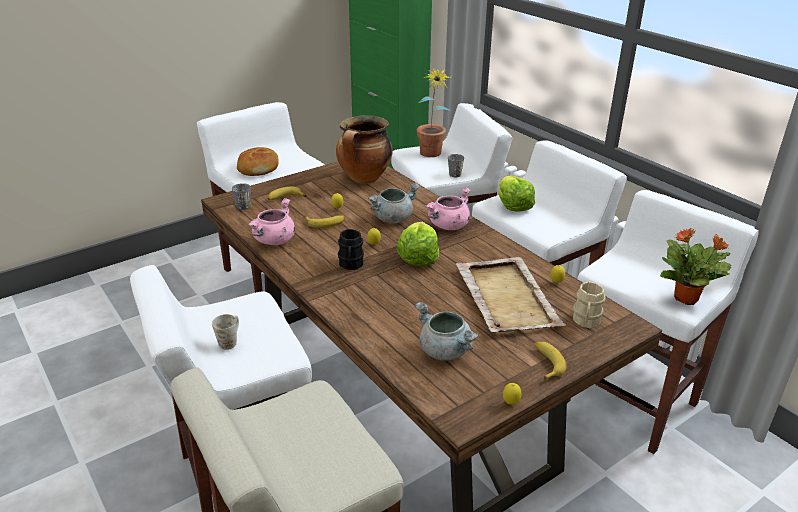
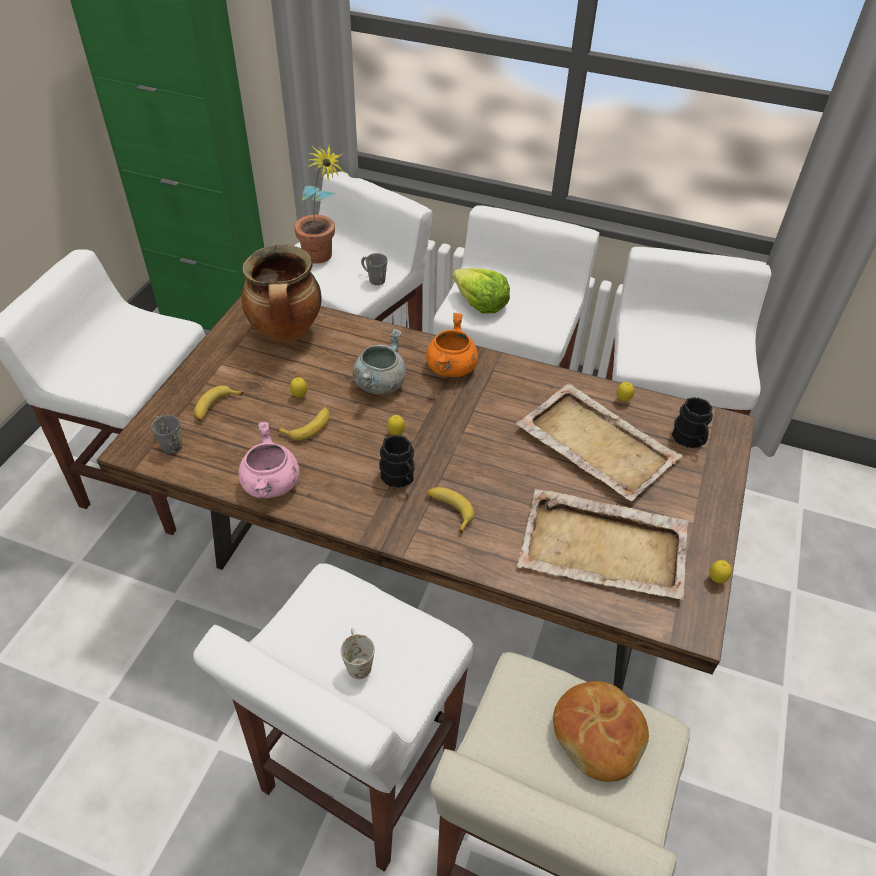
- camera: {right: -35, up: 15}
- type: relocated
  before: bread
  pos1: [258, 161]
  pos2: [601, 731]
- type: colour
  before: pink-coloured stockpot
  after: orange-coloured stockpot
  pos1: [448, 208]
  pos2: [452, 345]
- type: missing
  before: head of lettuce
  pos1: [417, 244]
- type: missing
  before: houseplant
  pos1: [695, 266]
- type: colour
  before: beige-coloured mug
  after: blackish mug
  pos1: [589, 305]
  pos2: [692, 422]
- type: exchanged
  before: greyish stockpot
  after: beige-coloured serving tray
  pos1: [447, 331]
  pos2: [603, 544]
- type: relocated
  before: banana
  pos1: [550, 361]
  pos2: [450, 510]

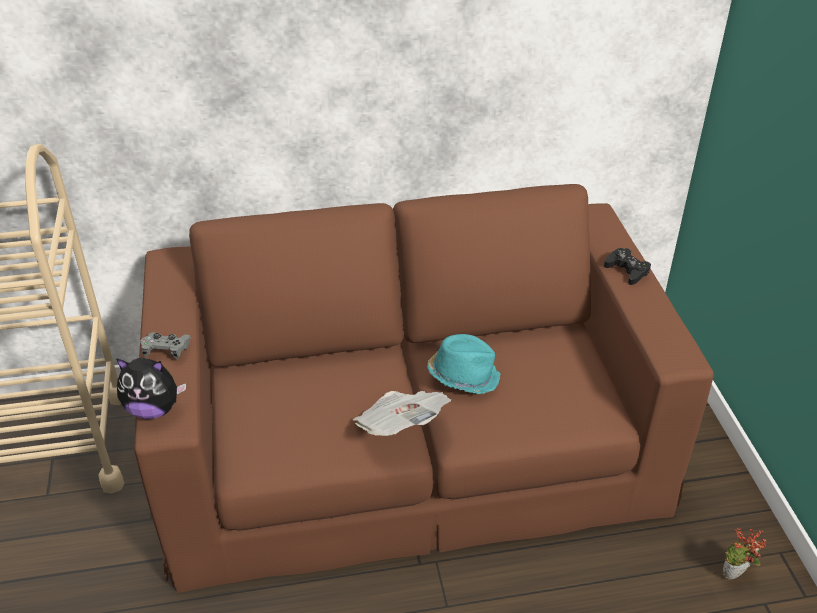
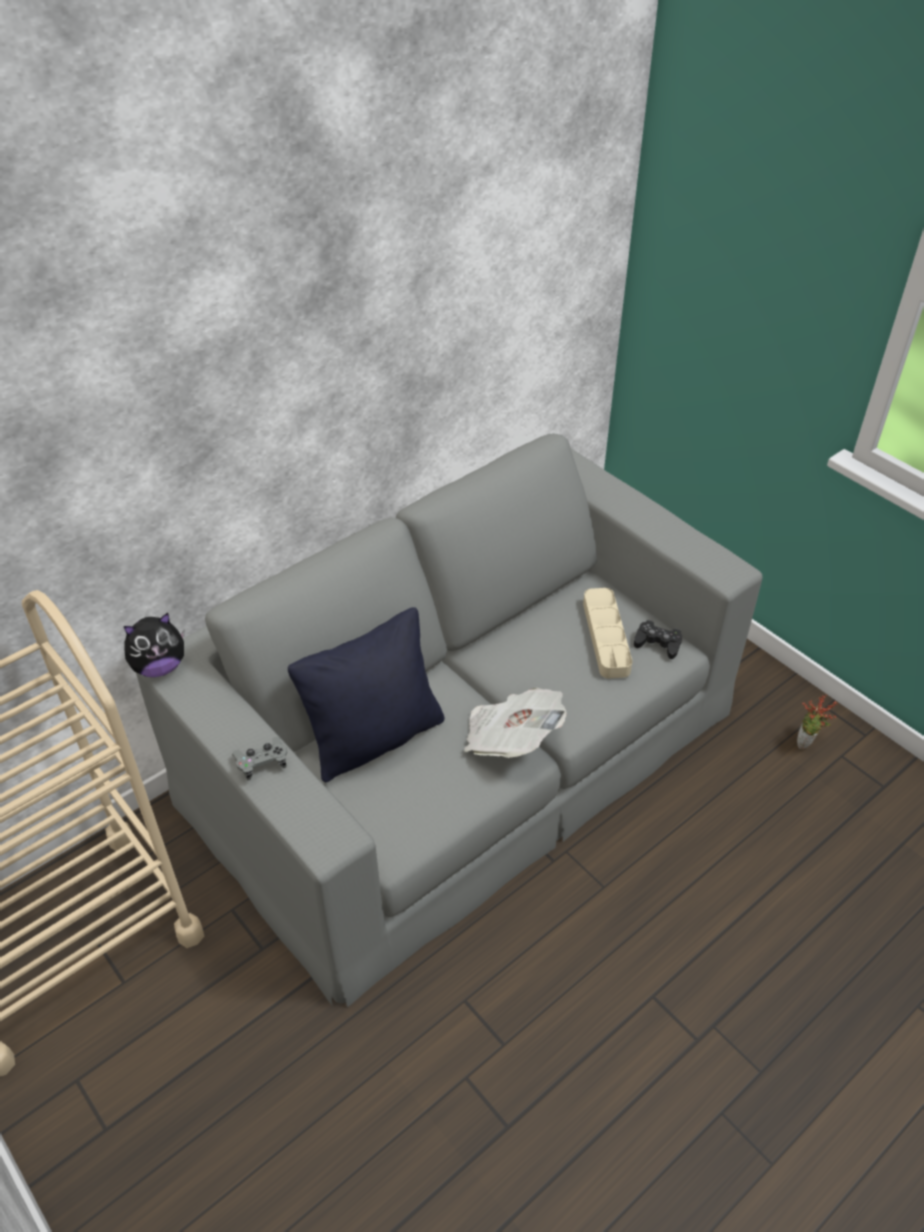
- camera: {right: -30, up: 5}
- type: colour
  before: brown settee
  after: greyish settee
  pos1: [424, 388]
  pos2: [449, 720]
- type: relocated
  before: blackish joypad
  pos1: [627, 266]
  pos2: [658, 639]
- type: missing
  before: turquoise clothing hat
  pos1: [464, 364]
- type: relocated
  before: cuddly toy
  pos1: [151, 388]
  pos2: [154, 645]
- type: appeared
  after: beige-coloured serving tray
  pos2: [607, 633]
- type: appeared
  after: blackish pillow
  pos2: [366, 694]

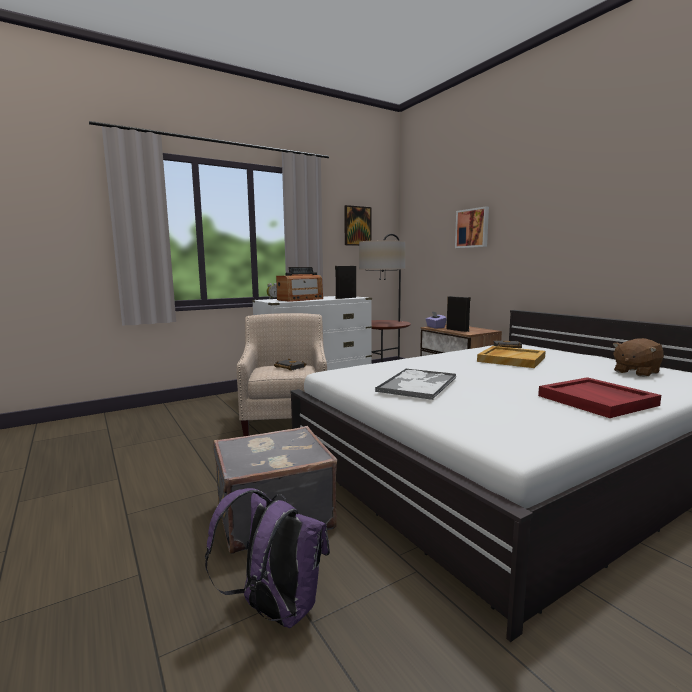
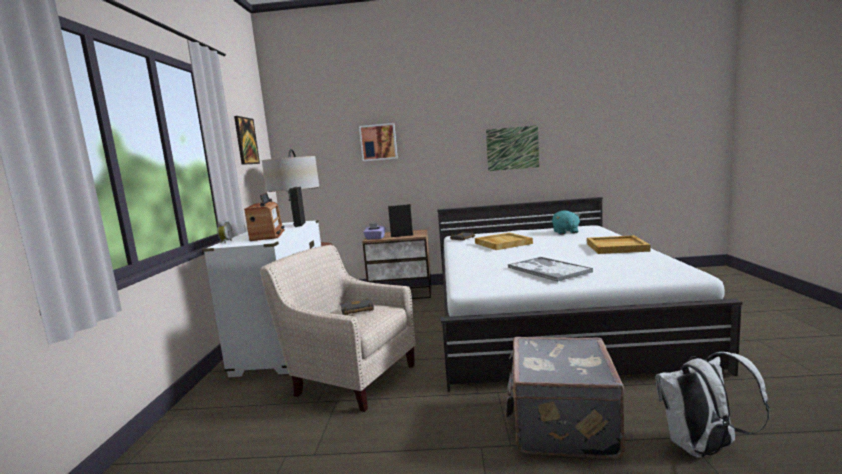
- camera: {right: -55, up: 0}
- type: colour
  before: brown cuddly toy
  after: turquoise cuddly toy
  pos1: [638, 357]
  pos2: [566, 222]
- type: colour
  before: reddish serving tray
  after: beige-coloured serving tray
  pos1: [599, 397]
  pos2: [618, 244]
- type: colour
  before: purple-coloured rucksack
  after: white rucksack
  pos1: [267, 558]
  pos2: [712, 405]
- type: appeared
  after: wall picture
  pos2: [512, 148]

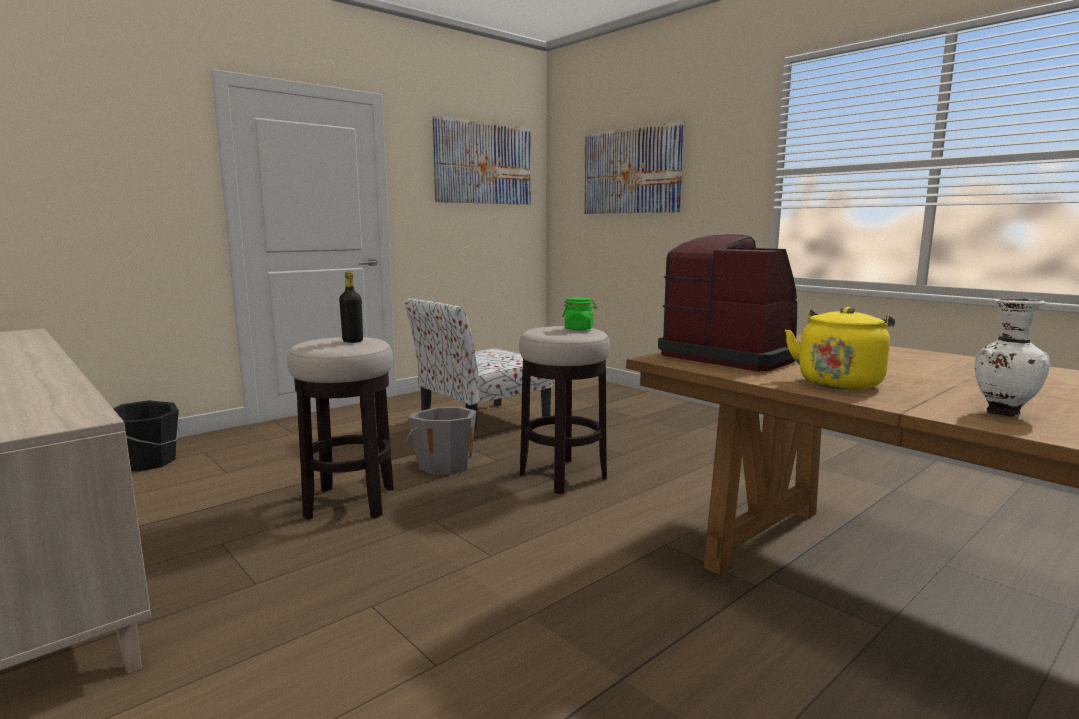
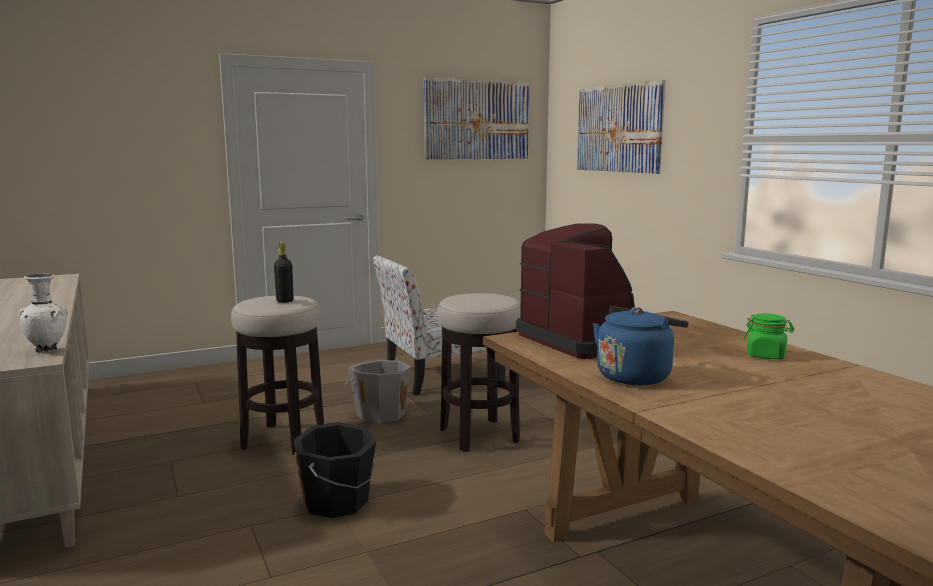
- camera: {right: 15, up: 0}
- type: relocated
  before: greenish jar
  pos1: [579, 313]
  pos2: [769, 336]
- type: relocated
  before: white decorative vase
  pos1: [1012, 357]
  pos2: [43, 313]
- type: colour
  before: yellowish tea kettle
  after: blue-coloured tea kettle
  pos1: [840, 348]
  pos2: [641, 345]
- type: relocated
  before: blackish bucket
  pos1: [147, 436]
  pos2: [335, 470]

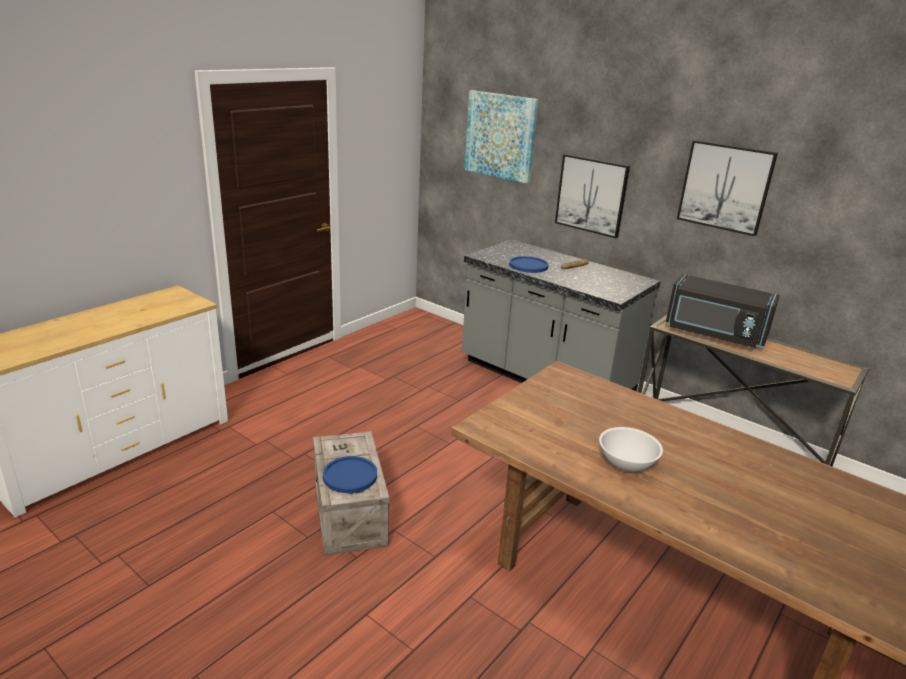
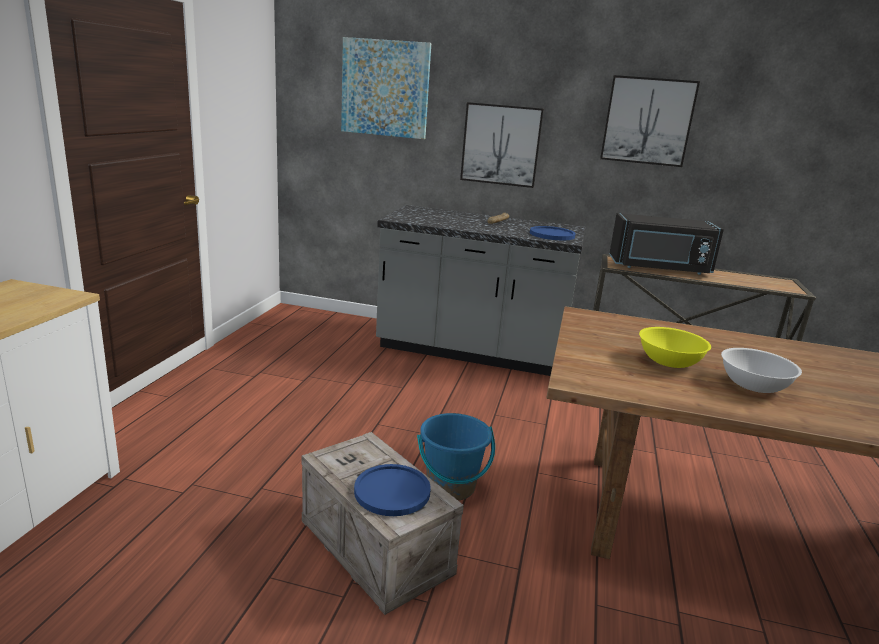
- camera: {right: -25, up: -5}
- type: relocated
  before: blue-coloured flat dish
  pos1: [529, 264]
  pos2: [553, 233]
- type: appeared
  after: yellowish deep dish
  pos2: [675, 347]
- type: appeared
  after: blue-coloured bucket
  pos2: [456, 457]

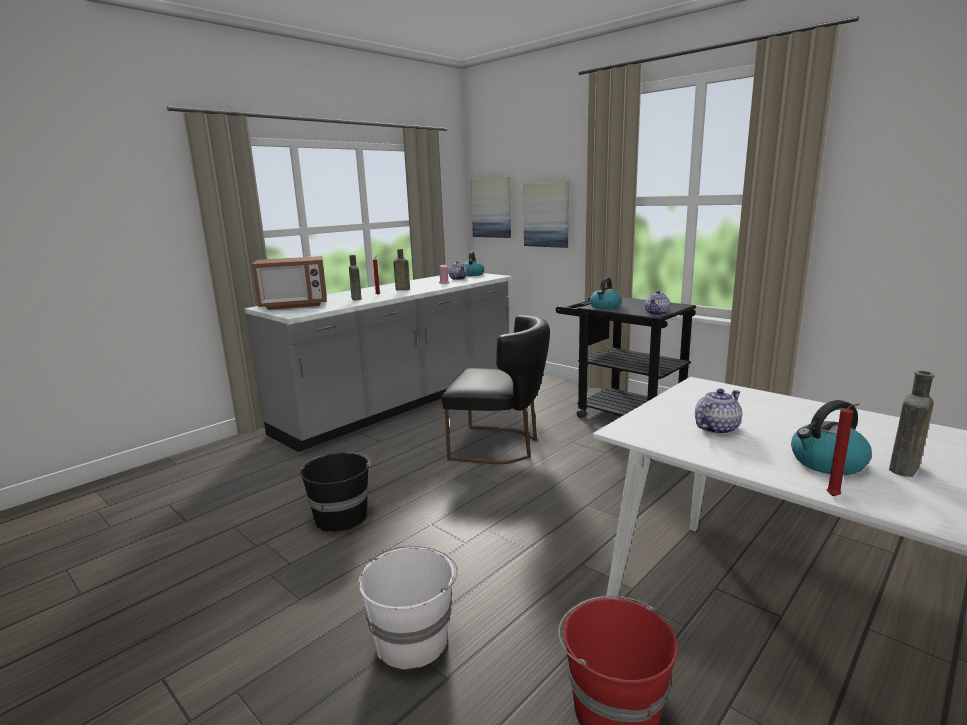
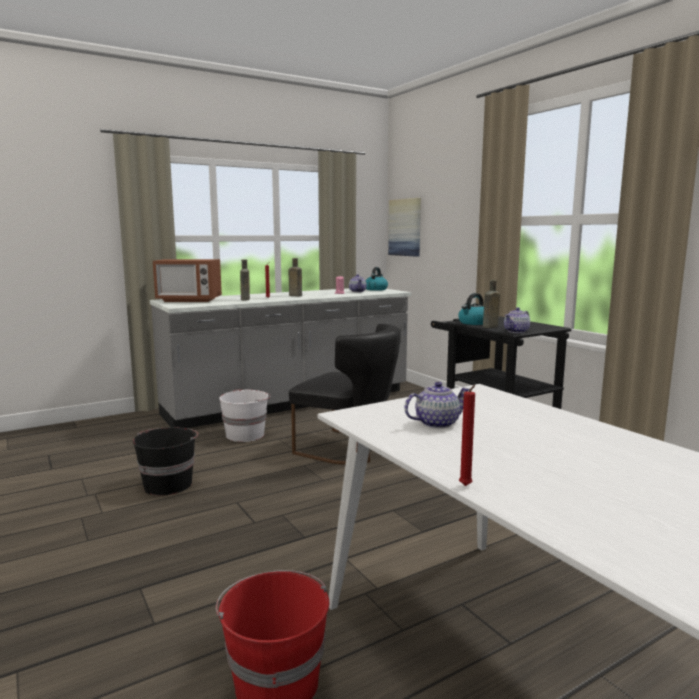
- camera: {right: 15, up: -5}
- type: missing
  before: wall picture
  pos1: [546, 215]
- type: relocated
  before: brown drink bottle
  pos1: [912, 423]
  pos2: [491, 304]
- type: missing
  before: tea kettle
  pos1: [831, 437]
- type: relocated
  before: white bucket
  pos1: [408, 607]
  pos2: [245, 415]

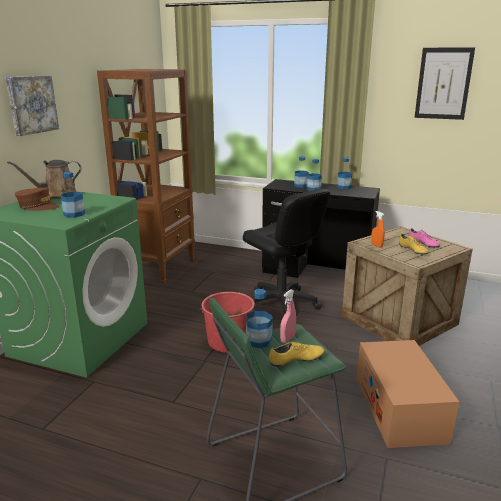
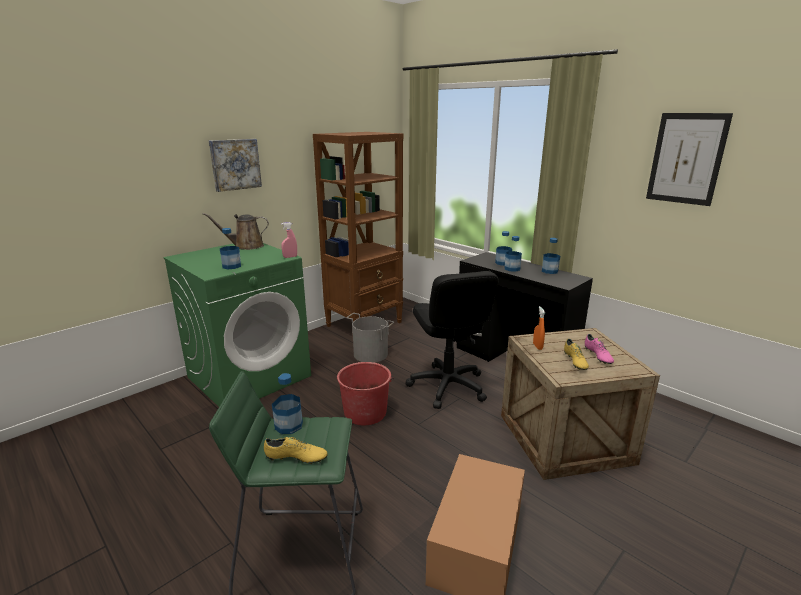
- camera: {right: 25, up: 0}
- type: missing
  before: brown baseball cap
  pos1: [37, 199]
- type: relocated
  before: pink-coloured spray bottle
  pos1: [288, 316]
  pos2: [289, 240]
- type: appeared
  after: greyish bucket
  pos2: [370, 338]

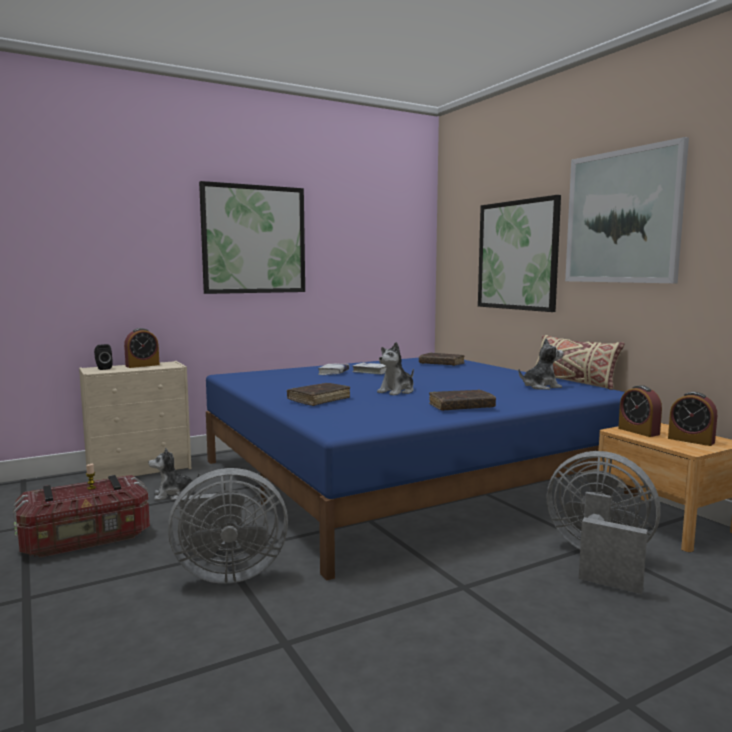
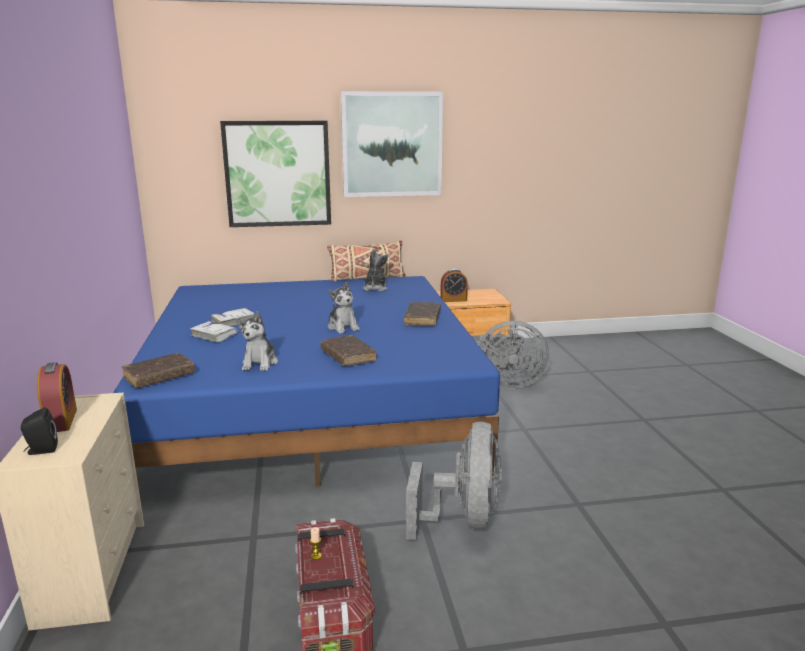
- camera: {right: -70, up: 10}
- type: missing
  before: wall picture
  pos1: [252, 237]
- type: relocated
  before: brown book
  pos1: [442, 359]
  pos2: [158, 370]
- type: missing
  before: table clock
  pos1: [692, 419]
- type: relocated
  before: cuddly toy
  pos1: [174, 474]
  pos2: [257, 341]
- type: spun
  before: greyish electric fan
  pos1: [604, 522]
  pos2: [514, 355]
  turn: -135

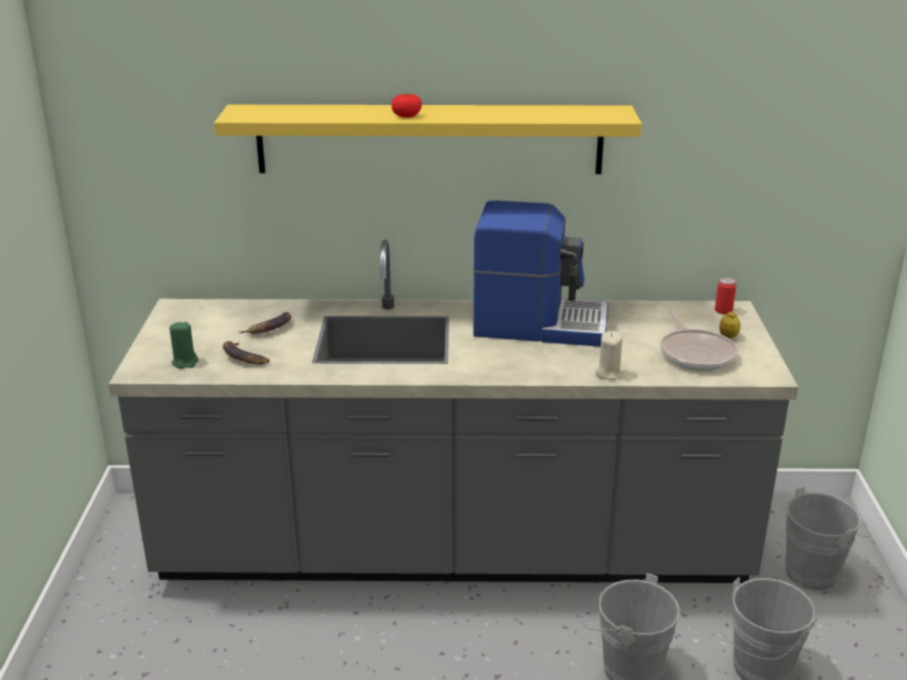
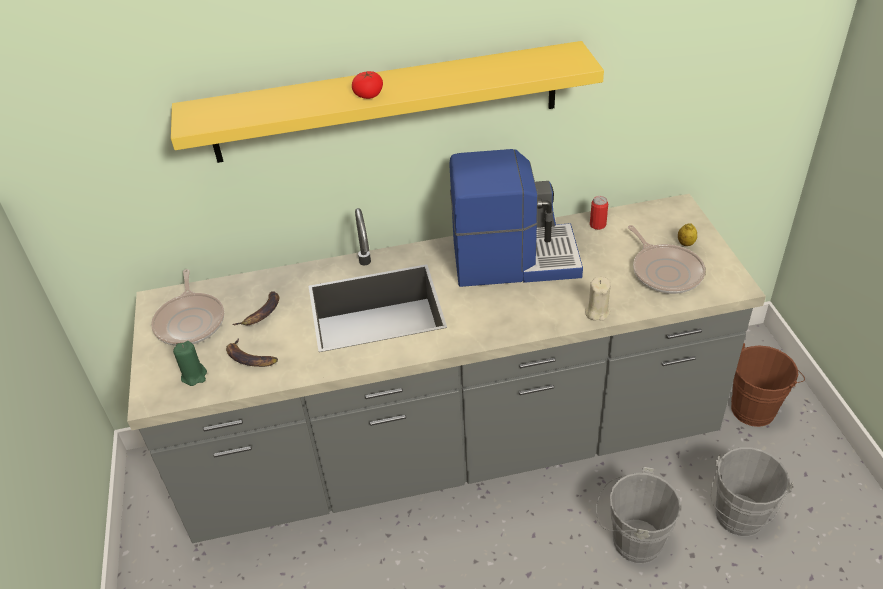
- camera: {right: -10, up: 15}
- type: relocated
  before: can
  pos1: [725, 296]
  pos2: [599, 213]
- type: colour
  before: greyish bucket
  after: brown bucket
  pos1: [828, 538]
  pos2: [768, 385]
- type: appeared
  after: skillet
  pos2: [187, 307]

